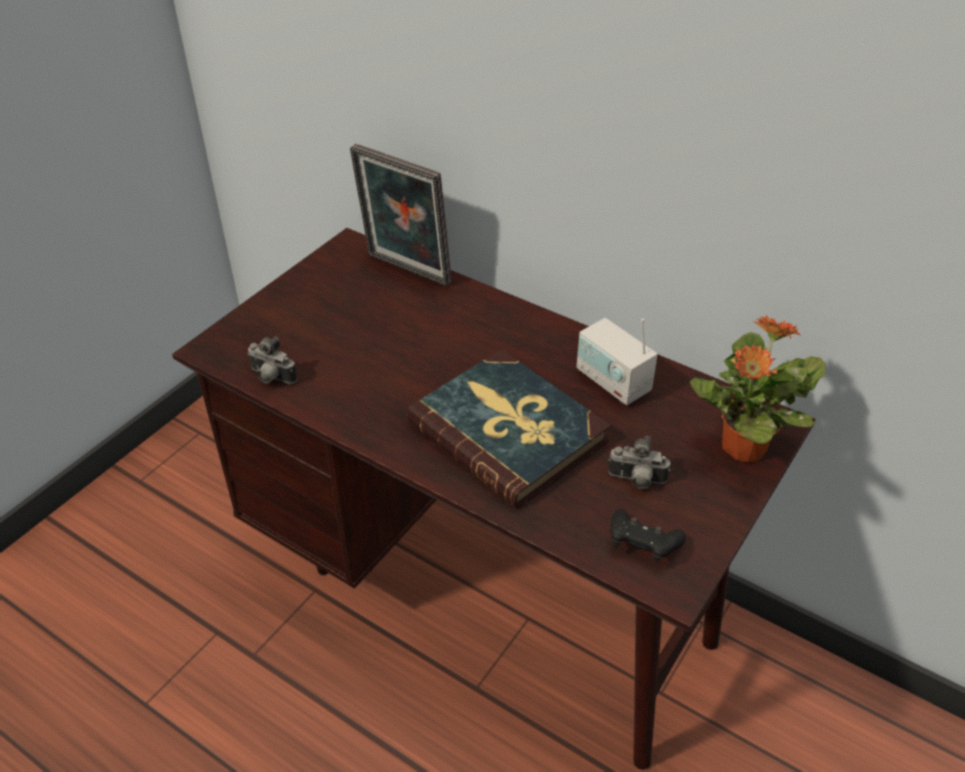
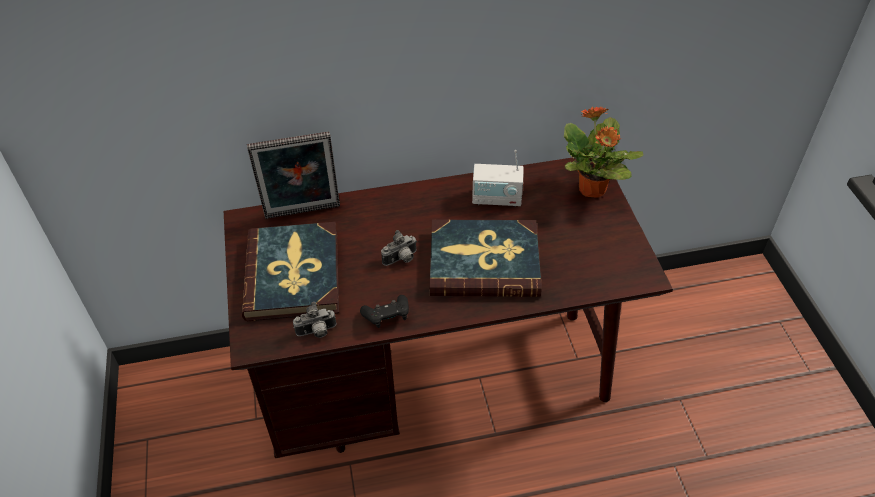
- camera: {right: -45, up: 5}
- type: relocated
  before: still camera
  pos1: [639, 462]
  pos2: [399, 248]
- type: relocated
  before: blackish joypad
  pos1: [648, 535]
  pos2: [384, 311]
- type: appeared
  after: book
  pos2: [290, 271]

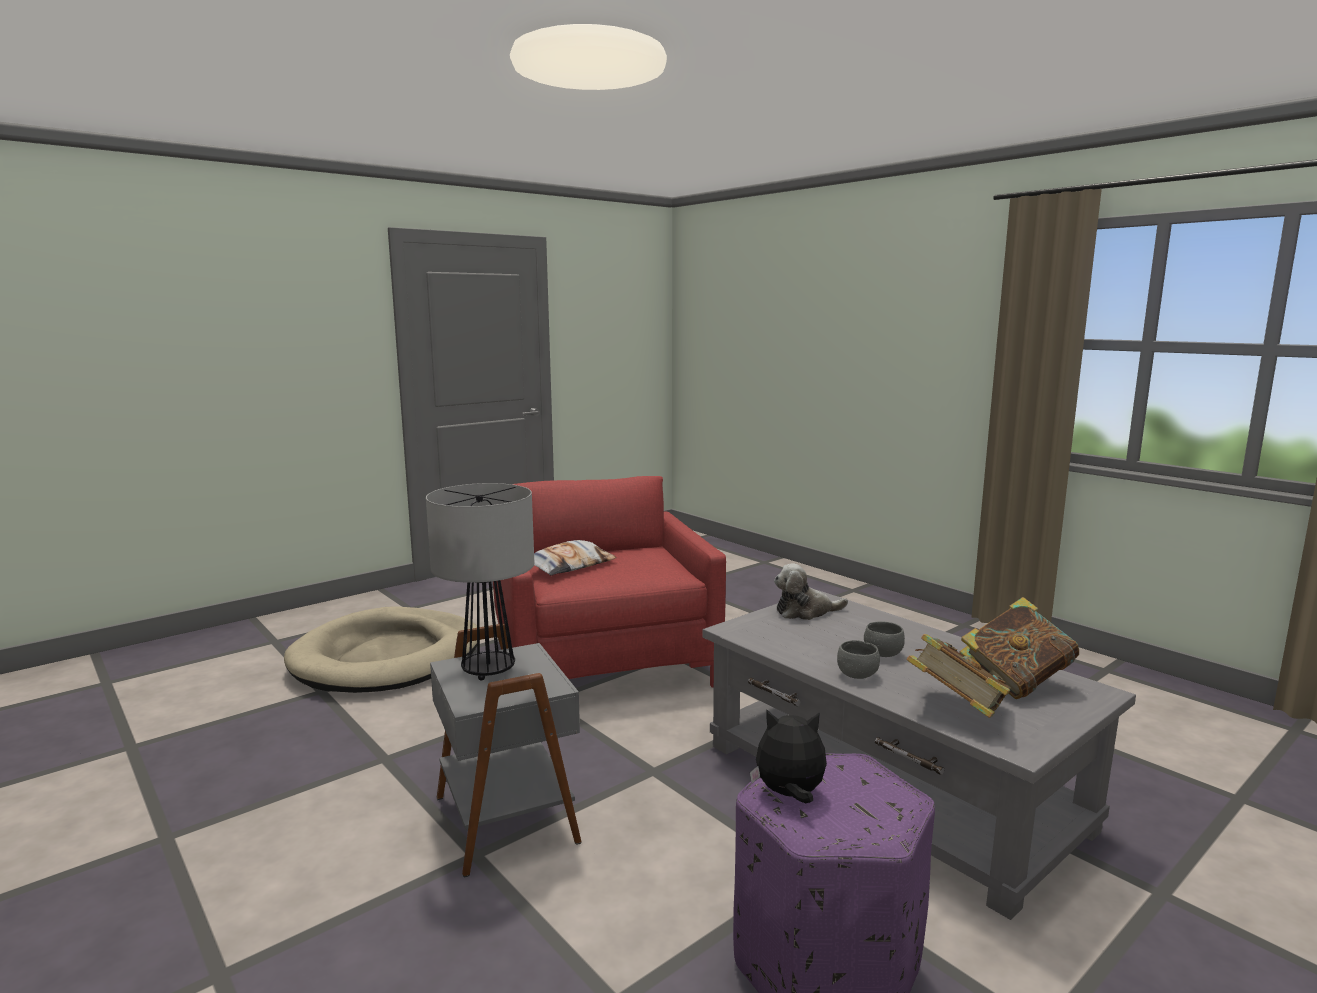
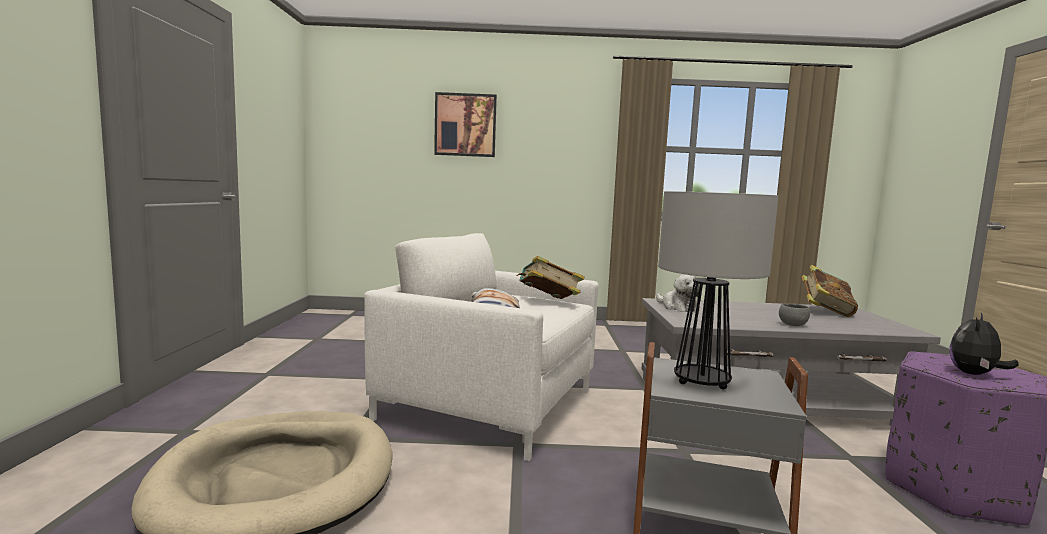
- camera: {right: -50, up: -5}
- type: colour
  before: reddish lounge chair
  after: white lounge chair
  pos1: [609, 581]
  pos2: [481, 347]
- type: spun
  before: cuddly toy
  pos1: [811, 592]
  pos2: [678, 293]
  turn: -60
- type: missing
  before: greyish deep dish
  pos1: [884, 639]
- type: relocated
  before: book
  pos1: [958, 676]
  pos2: [550, 277]
- type: appeared
  after: wall picture
  pos2: [465, 124]

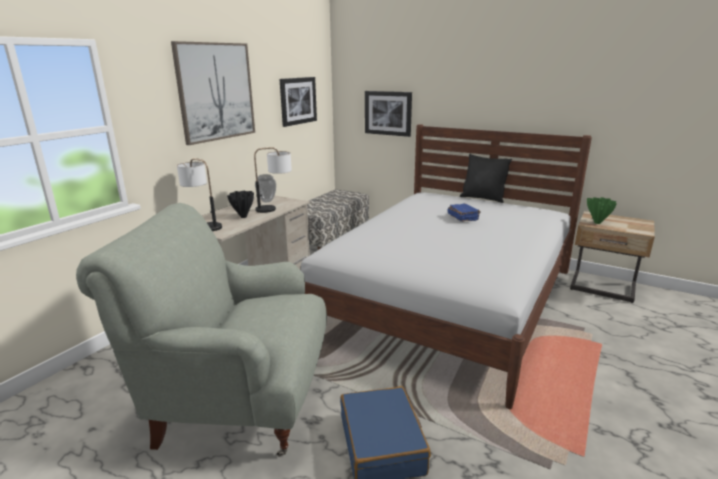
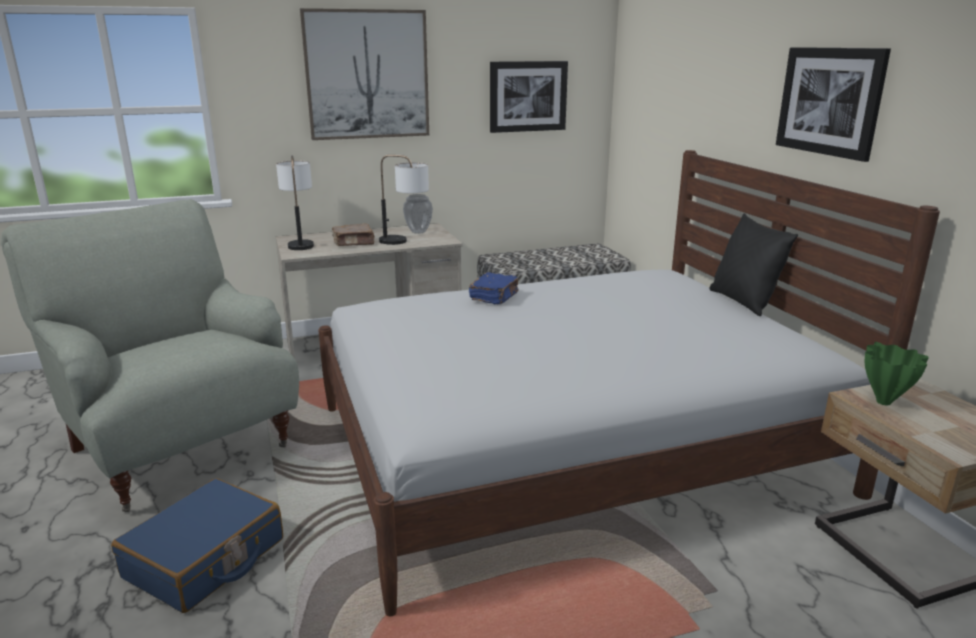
- camera: {right: 40, up: 0}
- type: relocated
  before: wall picture
  pos1: [388, 114]
  pos2: [833, 104]
- type: exchanged
  before: blackish decorative vase
  after: brown book
  pos1: [240, 204]
  pos2: [353, 234]
- type: relocated
  before: blue-coloured book
  pos1: [464, 212]
  pos2: [494, 288]

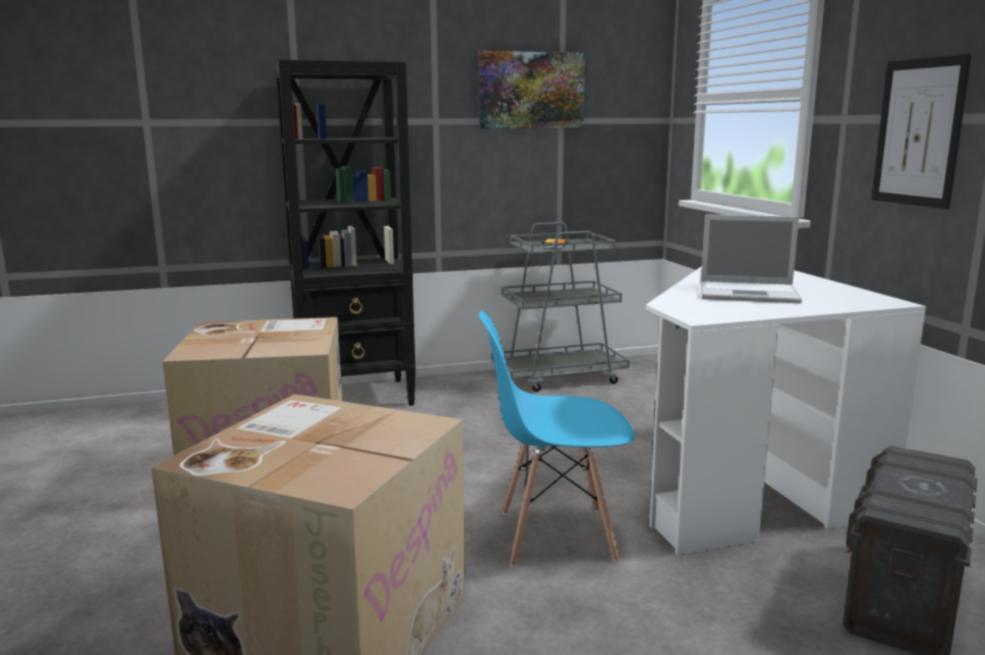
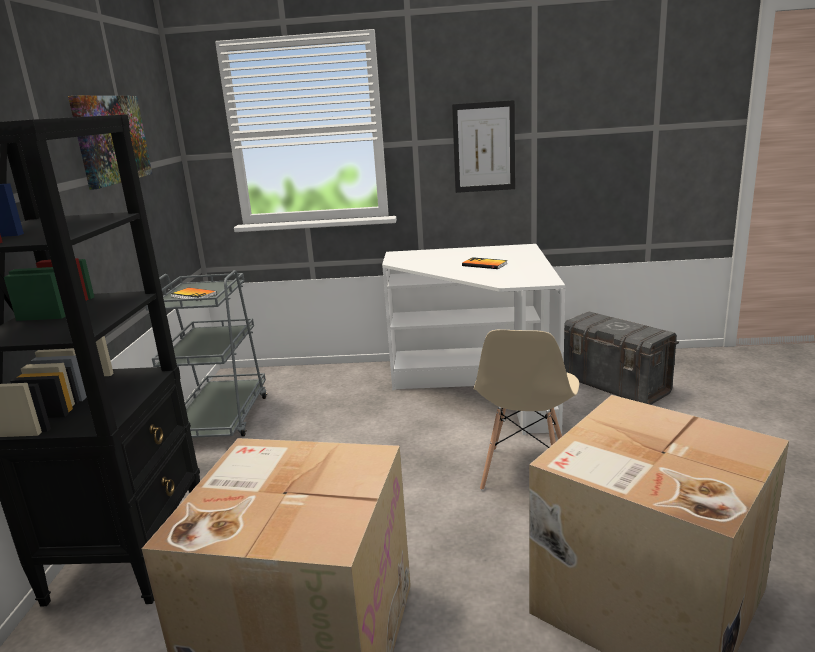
- camera: {right: -70, up: 5}
- type: exchanged
  before: laptop
  after: book
  pos1: [751, 259]
  pos2: [484, 263]
- type: colour
  before: blue-coloured chair
  after: beige-coloured chair
  pos1: [557, 439]
  pos2: [526, 410]

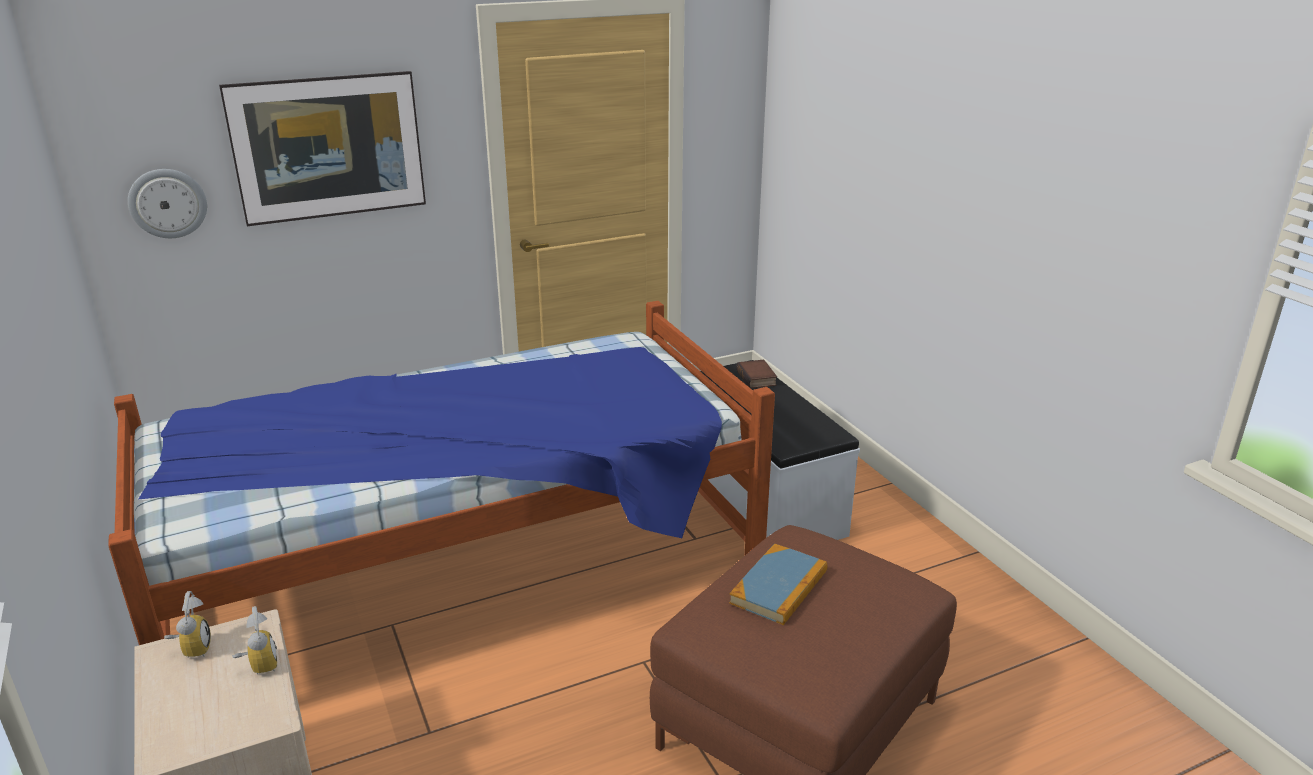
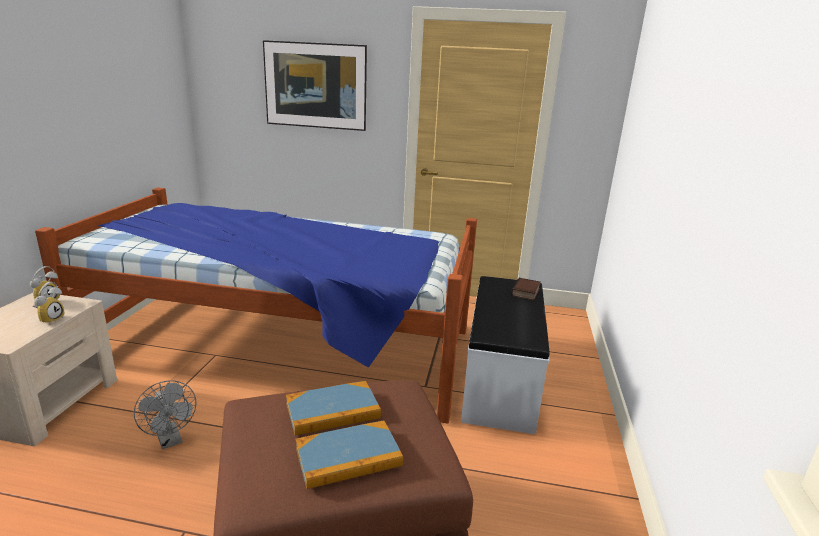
- camera: {right: 35, up: -5}
- type: missing
  before: hanging clock
  pos1: [167, 203]
- type: appeared
  after: greyish electric fan
  pos2: [165, 415]
- type: appeared
  after: book
  pos2: [349, 455]

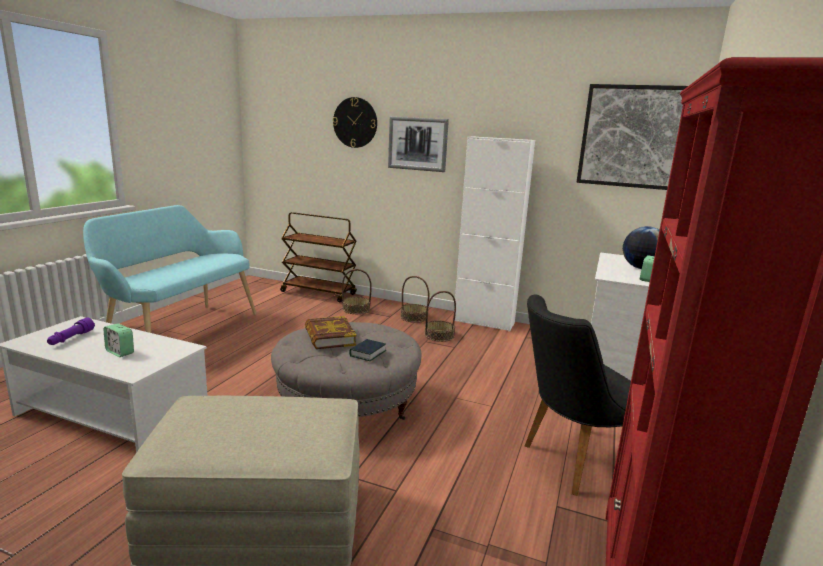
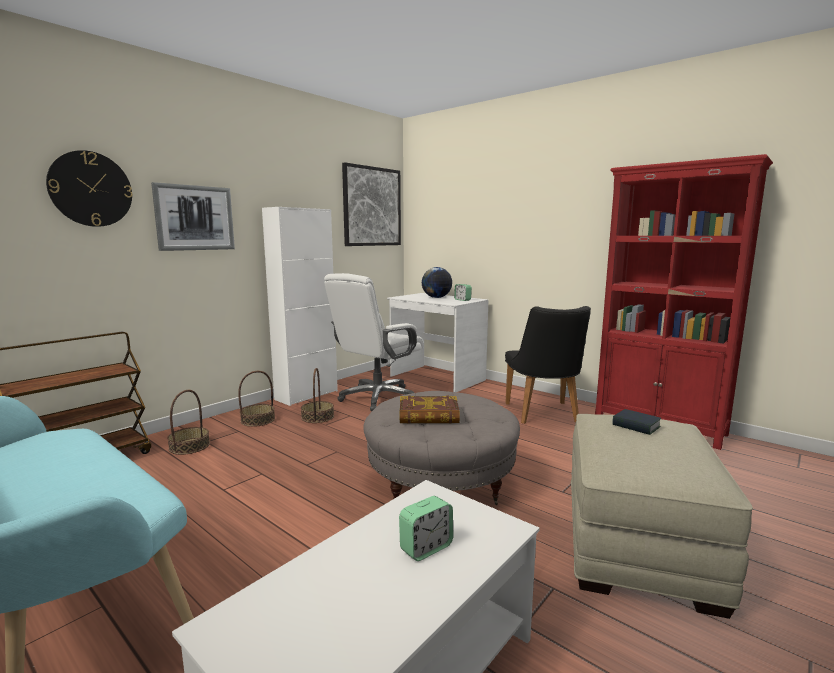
- camera: {right: -70, up: -5}
- type: missing
  before: purple-coloured hand torch
  pos1: [71, 331]
- type: relocated
  before: book
  pos1: [367, 350]
  pos2: [636, 422]
- type: appeared
  after: white office chair
  pos2: [374, 342]

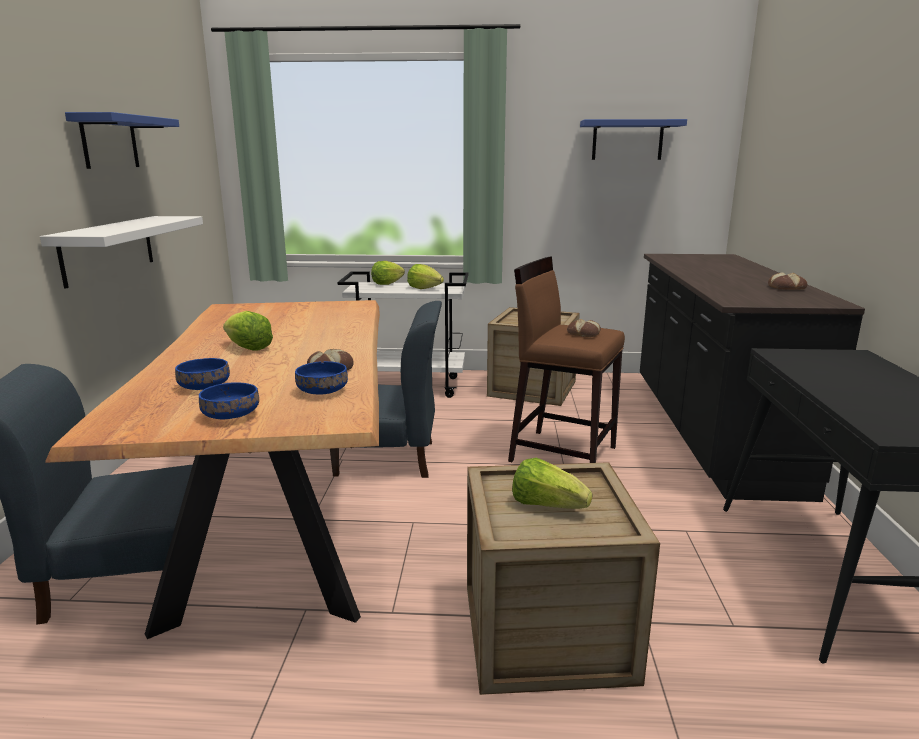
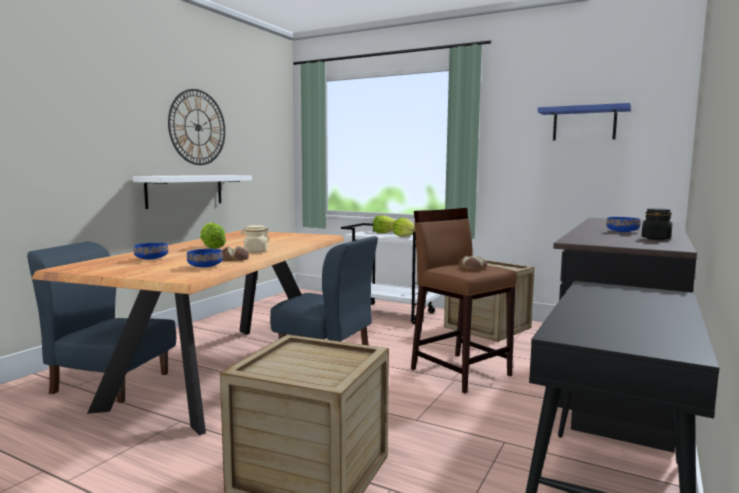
- camera: {right: 25, up: -10}
- type: exchanged
  before: blue-coloured bracket shelf
  after: hanging clock
  pos1: [122, 140]
  pos2: [196, 127]
- type: exchanged
  before: bread
  after: blackish jar
  pos1: [788, 281]
  pos2: [657, 224]
- type: relocated
  before: blue-coloured deep dish
  pos1: [229, 400]
  pos2: [623, 224]
- type: missing
  before: head of lettuce
  pos1: [552, 483]
- type: appeared
  after: beige-coloured jar
  pos2: [255, 238]

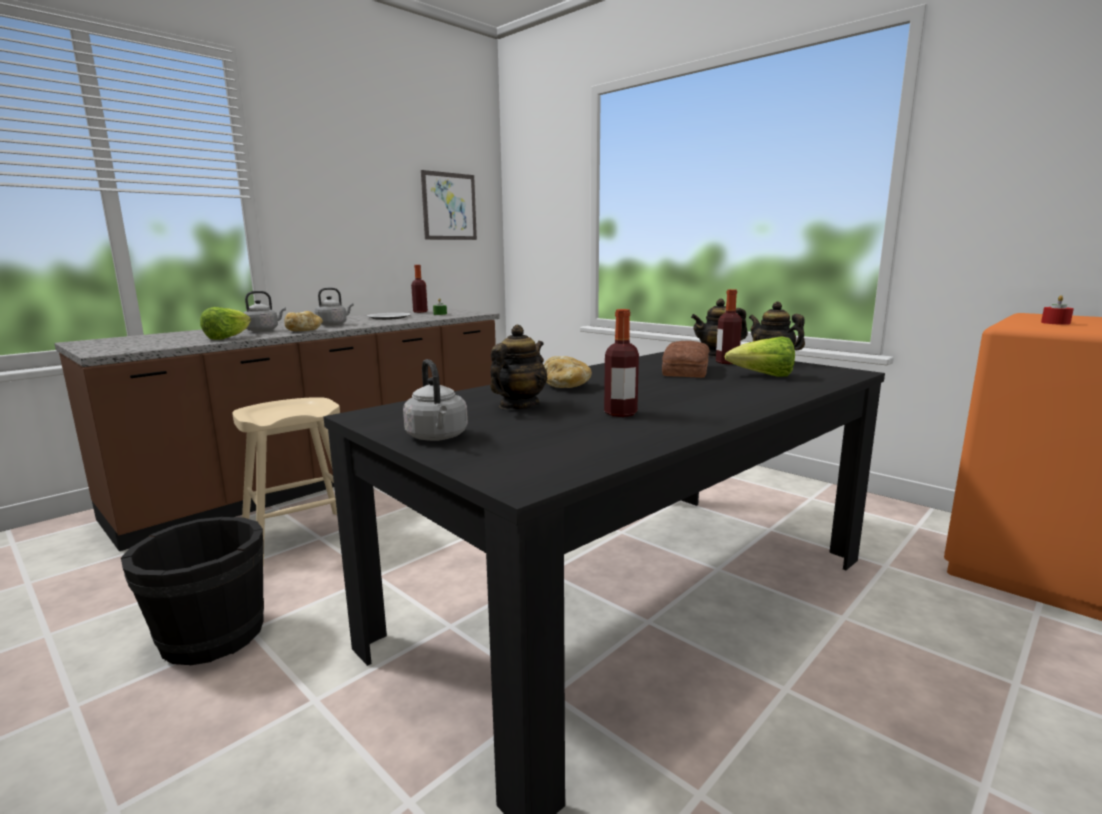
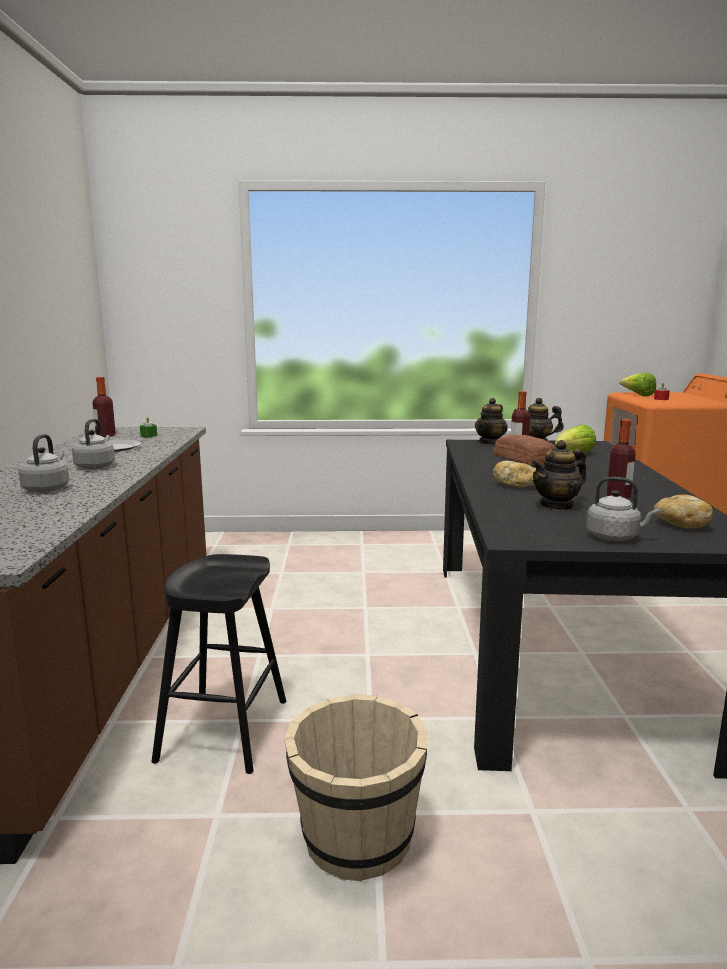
- camera: {right: -45, up: 0}
- type: missing
  before: wall picture
  pos1: [449, 205]
- type: relocated
  before: head of lettuce
  pos1: [225, 323]
  pos2: [637, 384]
- type: relocated
  before: bread
  pos1: [303, 321]
  pos2: [684, 512]
- type: spun
  before: pot for tea
  pos1: [518, 367]
  pos2: [558, 475]
  turn: -105
- type: colour
  before: beige-coloured stool
  after: blackish stool
  pos1: [286, 481]
  pos2: [219, 664]
- type: colour
  before: blackish bucket
  after: beige-coloured bucket
  pos1: [192, 591]
  pos2: [356, 787]

